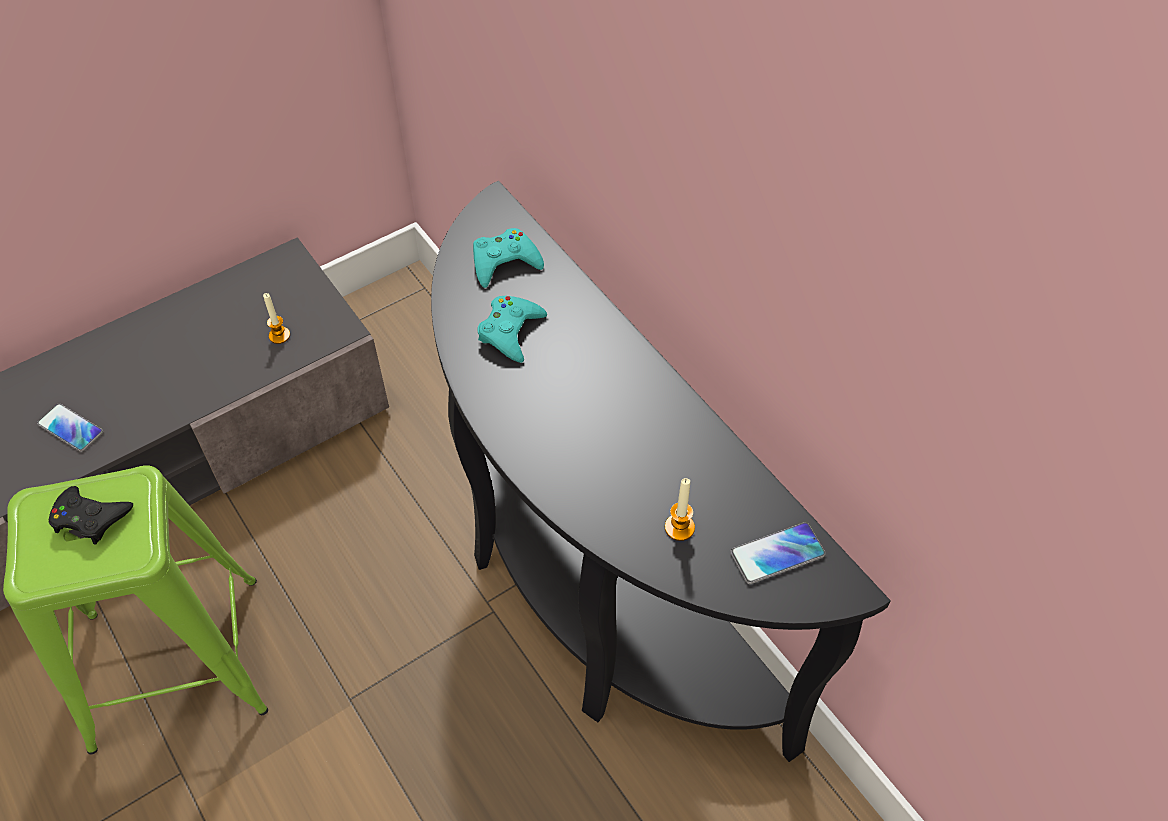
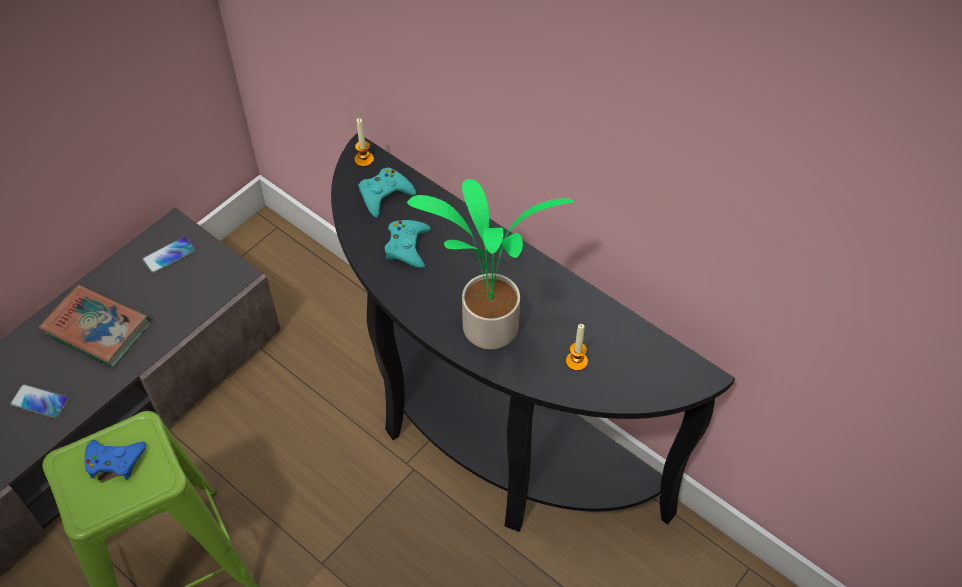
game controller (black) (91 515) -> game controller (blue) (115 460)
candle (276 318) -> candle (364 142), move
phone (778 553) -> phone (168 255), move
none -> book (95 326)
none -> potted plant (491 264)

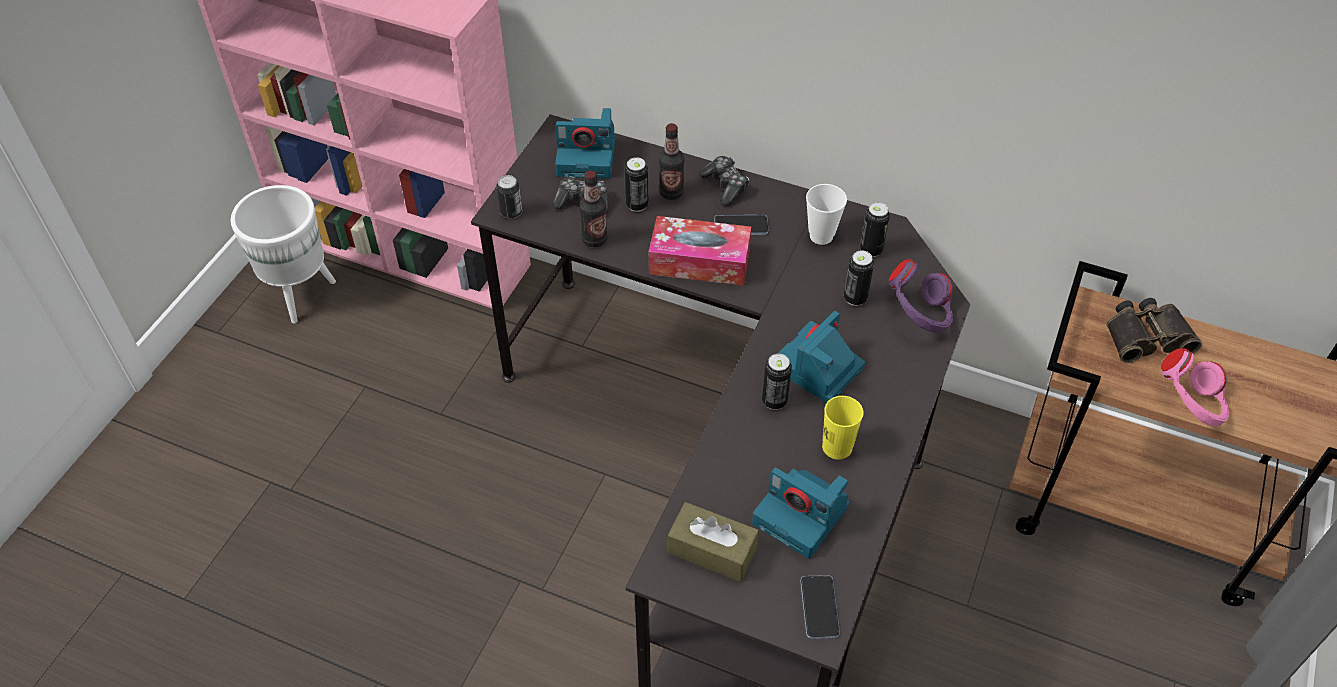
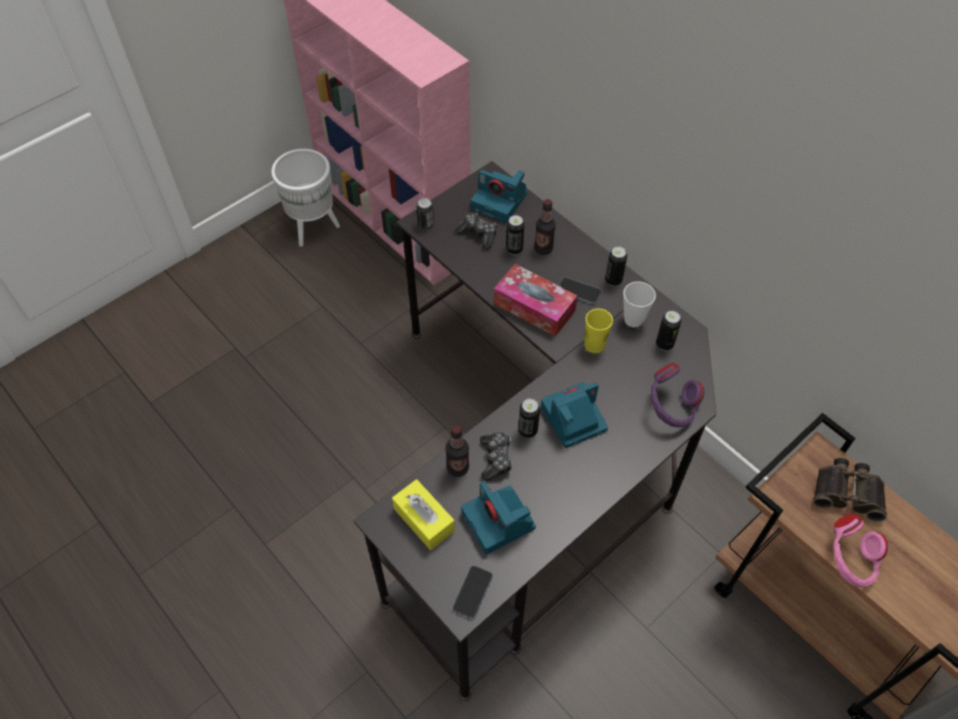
bottle (593 208) -> bottle (457 451), move
tissue box (brown) (713 542) -> tissue box (yellow) (423 514)
game controller (724 181) -> game controller (496 456), move
cup (yellow) (842 428) -> cup (yellow) (598 331), move
can (859 278) -> can (616 266), move

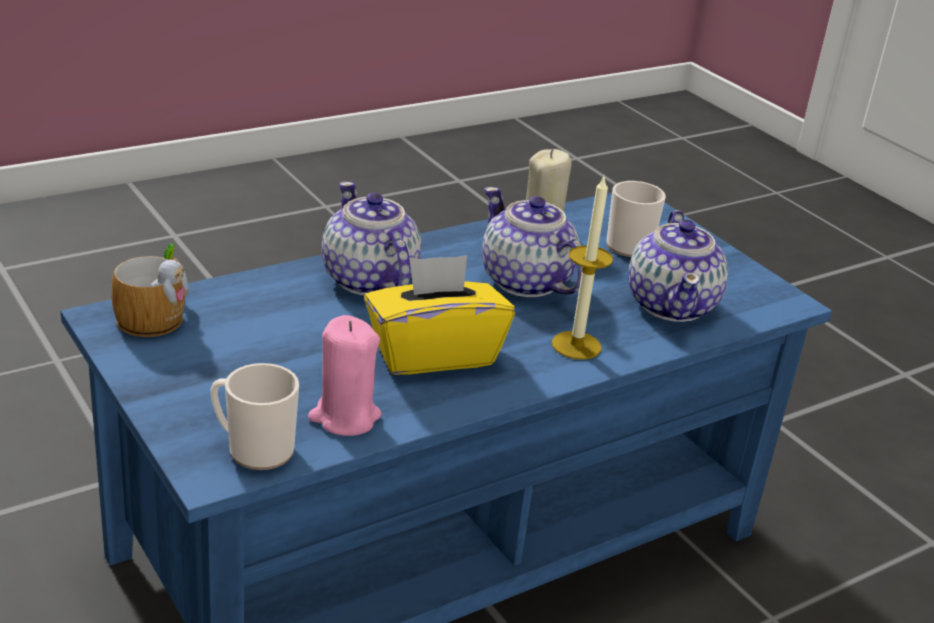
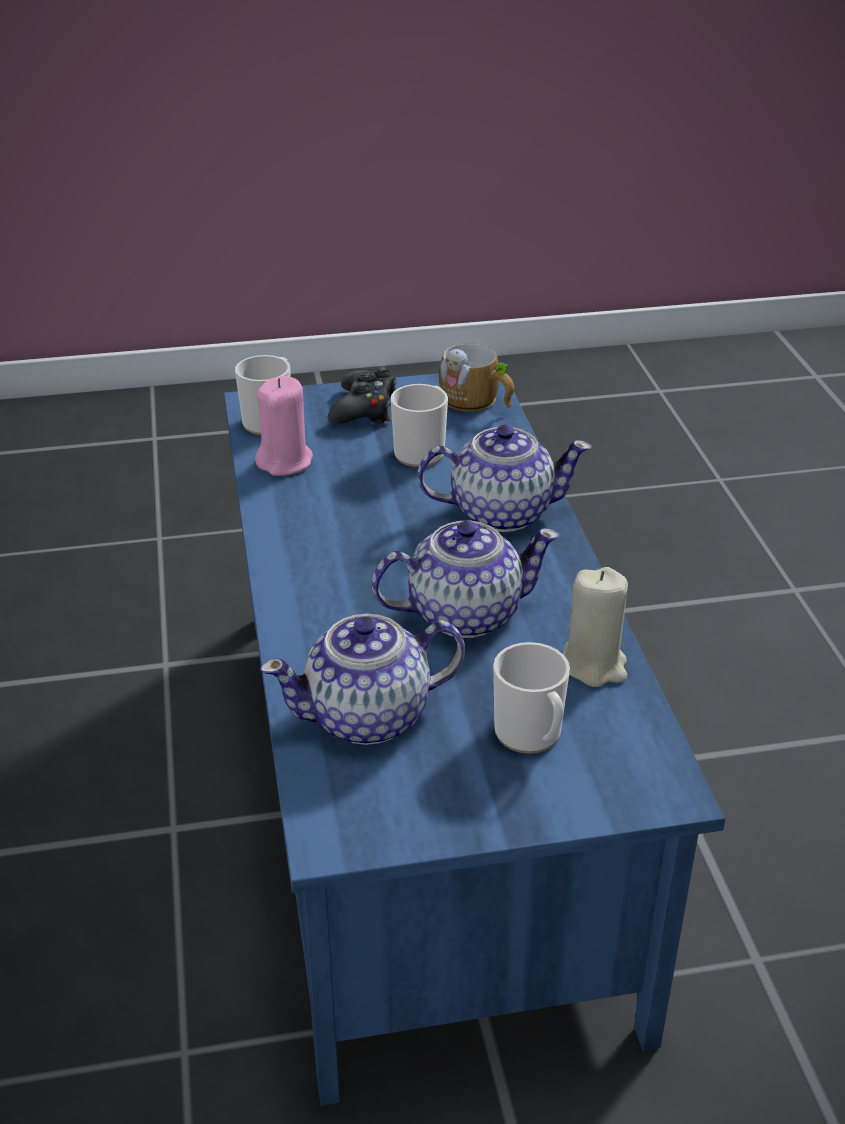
tissue box (yellow) (439 315) -> none
candle (582 268) -> none
teapot (678 266) -> teapot (362 679), 45 degrees counterclockwise
none -> game controller (black) (362 395)
none -> mug (419 425)

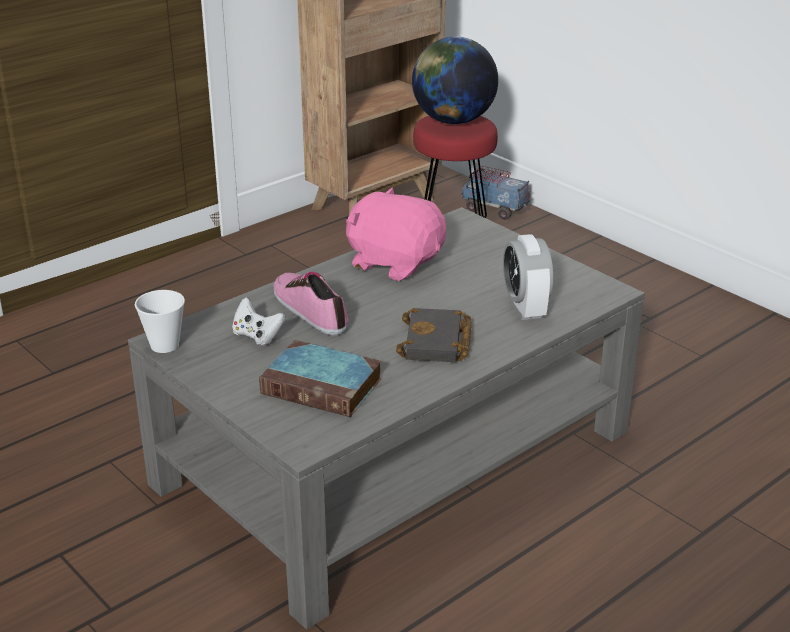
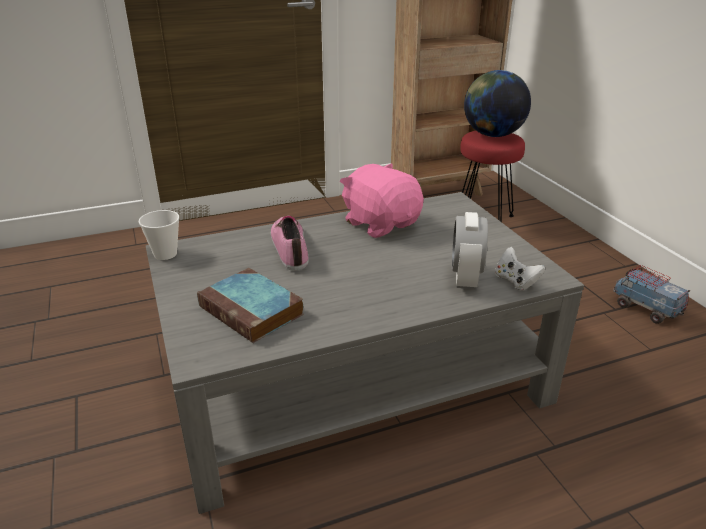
game controller (white) (259 321) -> game controller (white) (520 269), move
book (black) (434 335) -> none
toy truck (495 193) -> toy truck (651 294), move

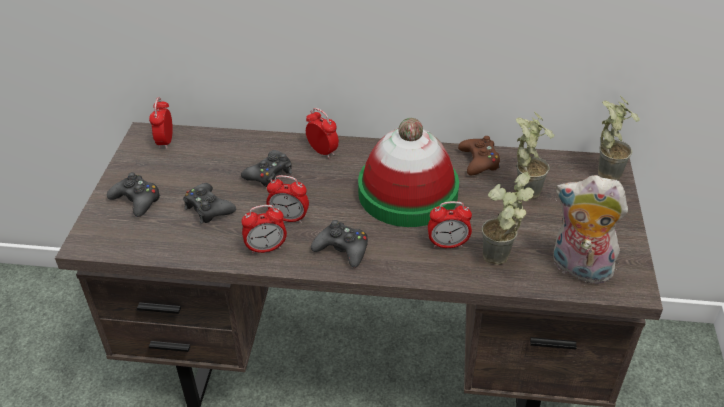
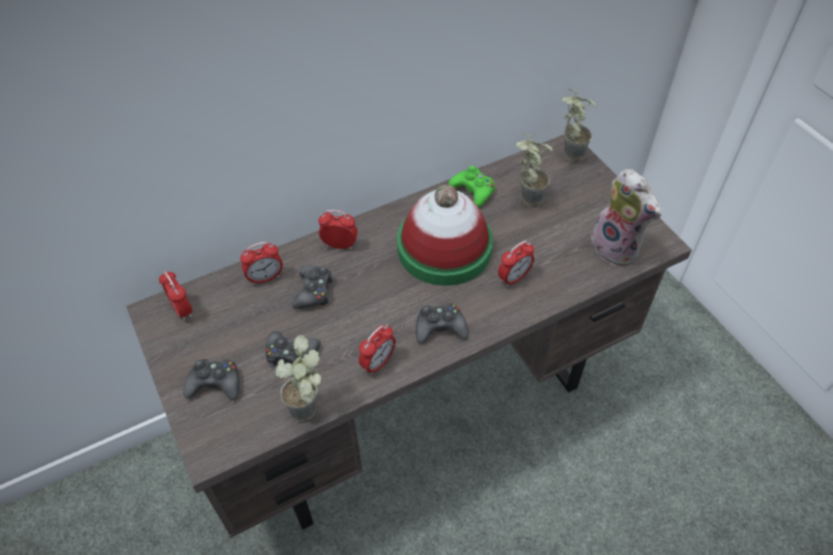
alarm clock (288 199) -> alarm clock (261 263), move
game controller (brown) (479 155) -> game controller (green) (471 186)
potted plant (508 218) -> potted plant (298 378), move
plush toy (590 229) -> plush toy (626 217), 120 degrees counterclockwise

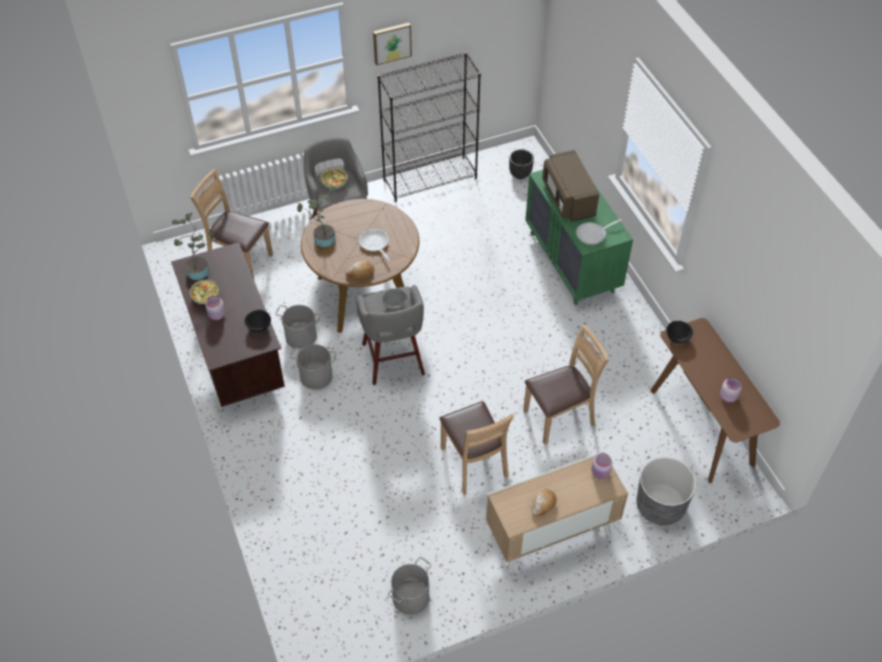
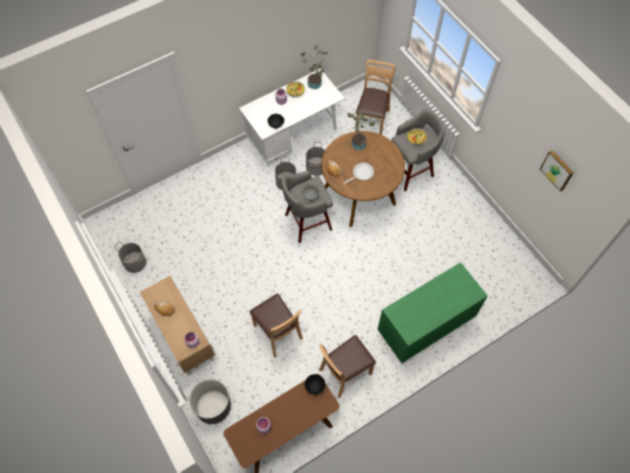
desk (brown) (228 324) -> desk (white) (292 116)
picture (392 44) -> picture (557 171), move
bookcase (black) (429 127) -> none
chair (brown) (476 447) -> chair (brown) (347 366), move
planter (black) (521 164) -> none
microwave (brown) (570 185) -> none
frying pan (599 232) -> none

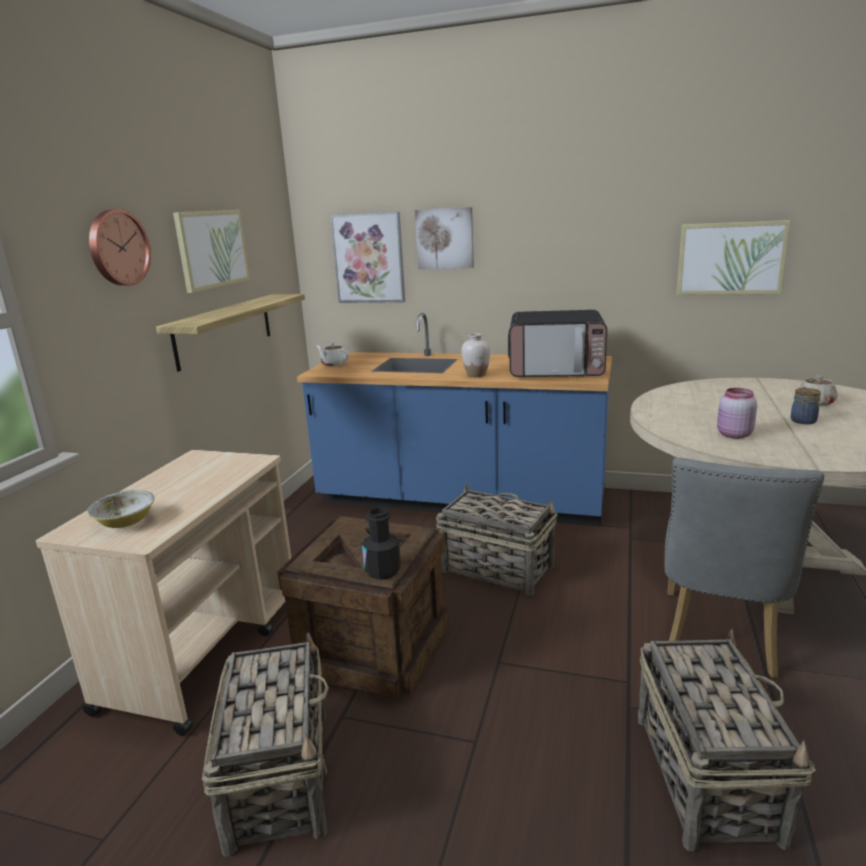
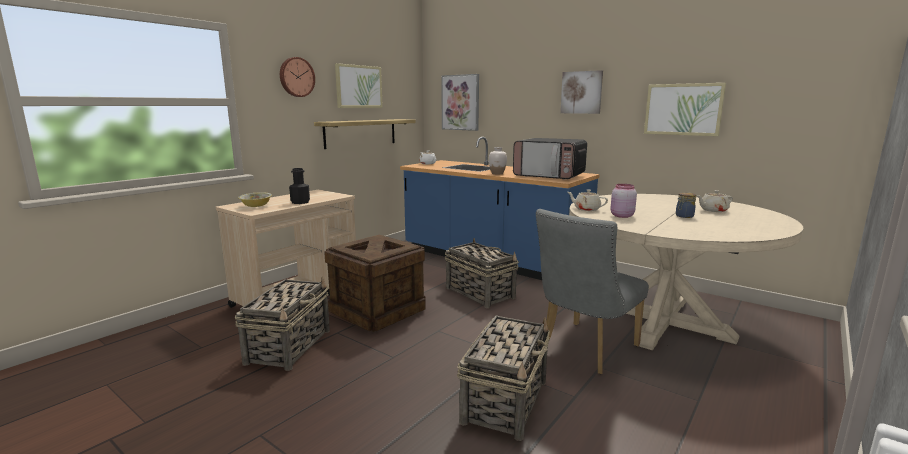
bottle (black) (381 543) -> bottle (black) (299 186), move
picture (444 238) -> picture (581 92), move
none -> teapot (beige) (588 200)

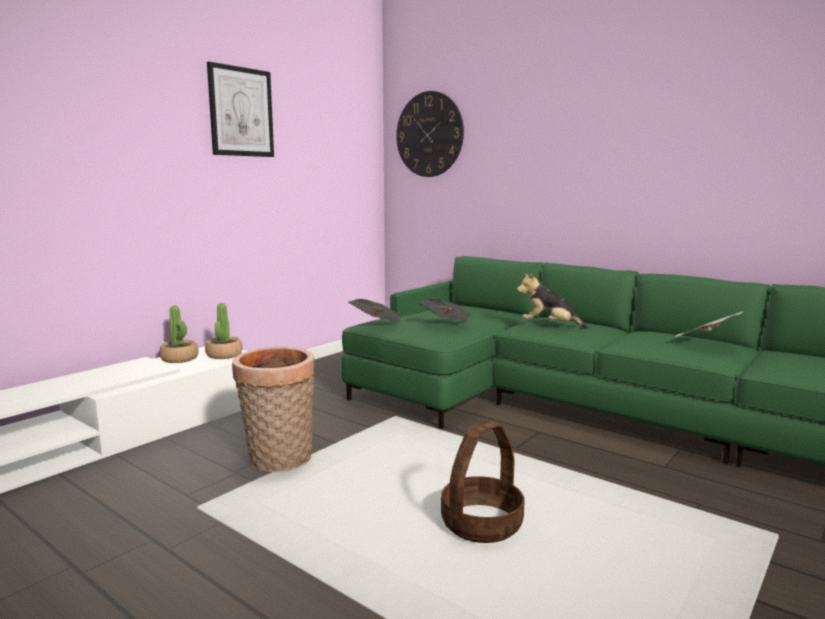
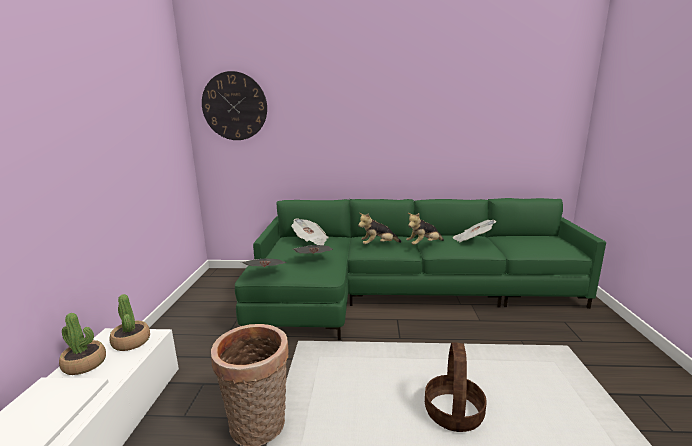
picture (240 109) -> none
none -> newspaper (309 231)
none -> plush toy (425 229)

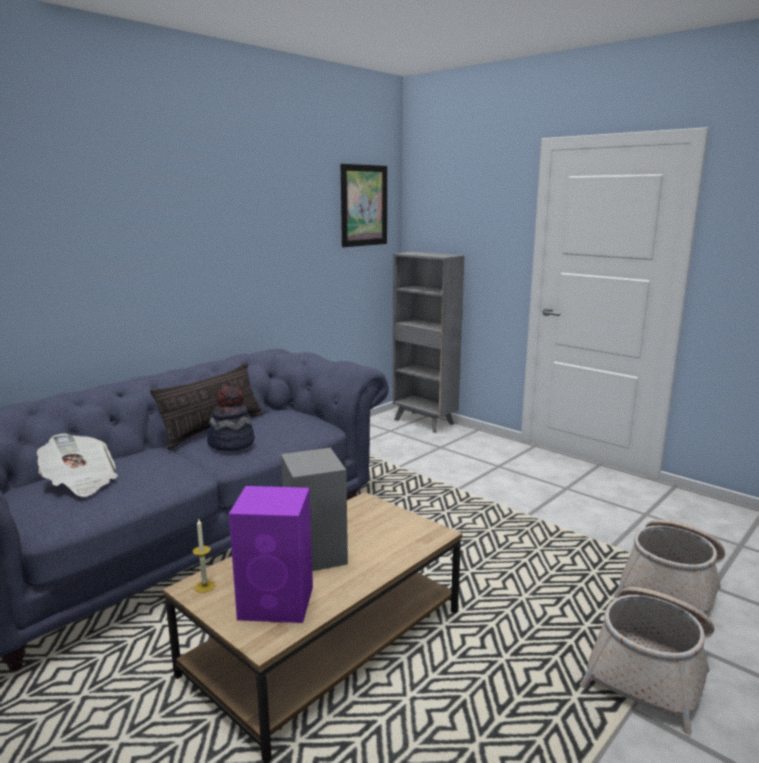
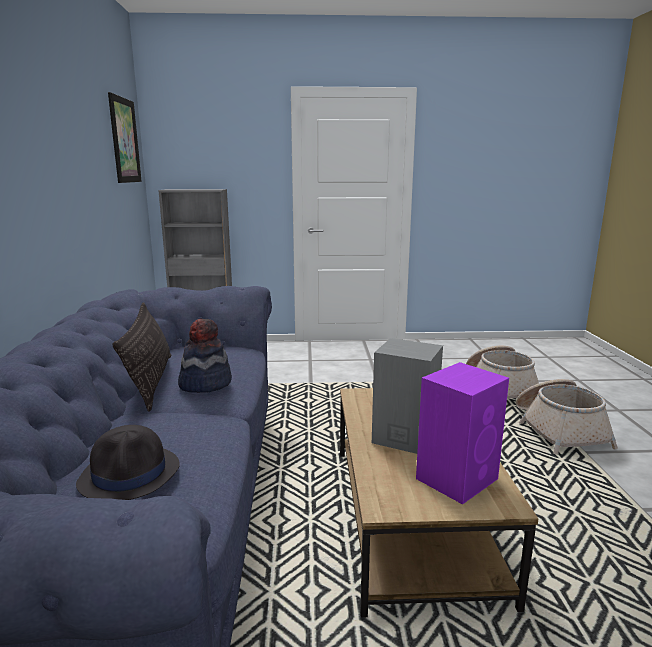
newspaper (77 465) -> hat (black) (128 462)
candle (203 556) -> none

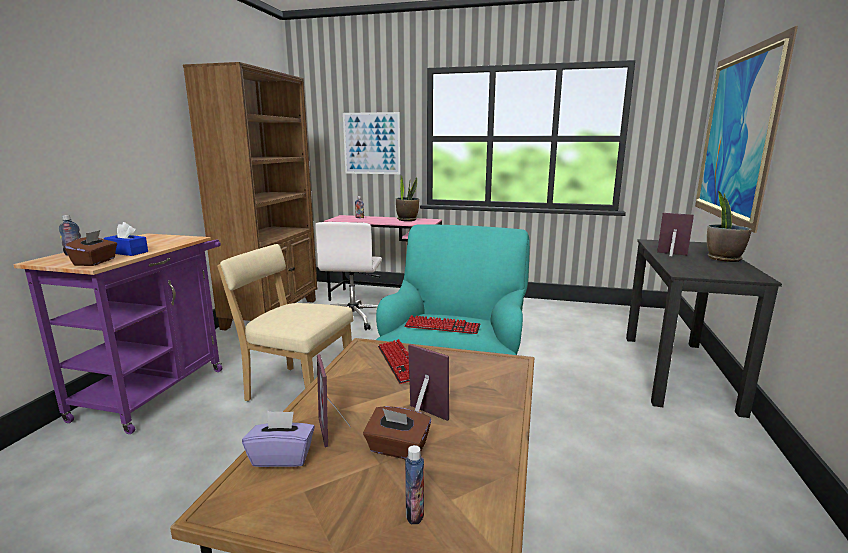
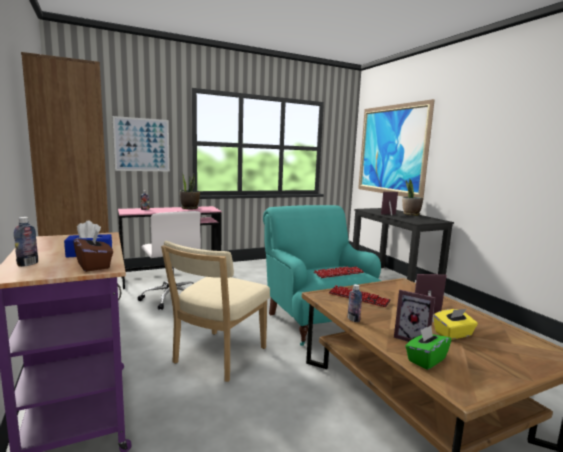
chair (beige) (285 322) -> chair (beige) (215 311), 45 degrees counterclockwise
tissue box (purple) (278 439) -> tissue box (green) (428 347)
tissue box (brown) (397 432) -> tissue box (yellow) (455 324)
bottle (414 484) -> bottle (355 303), move

